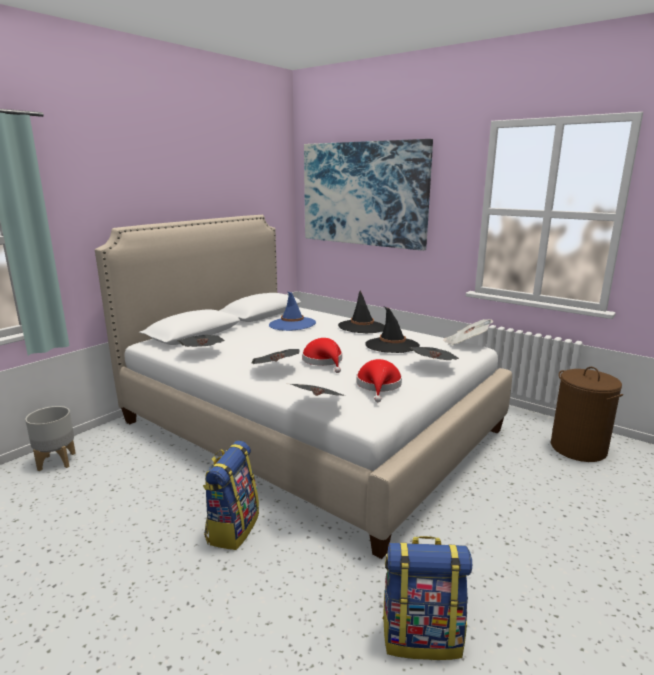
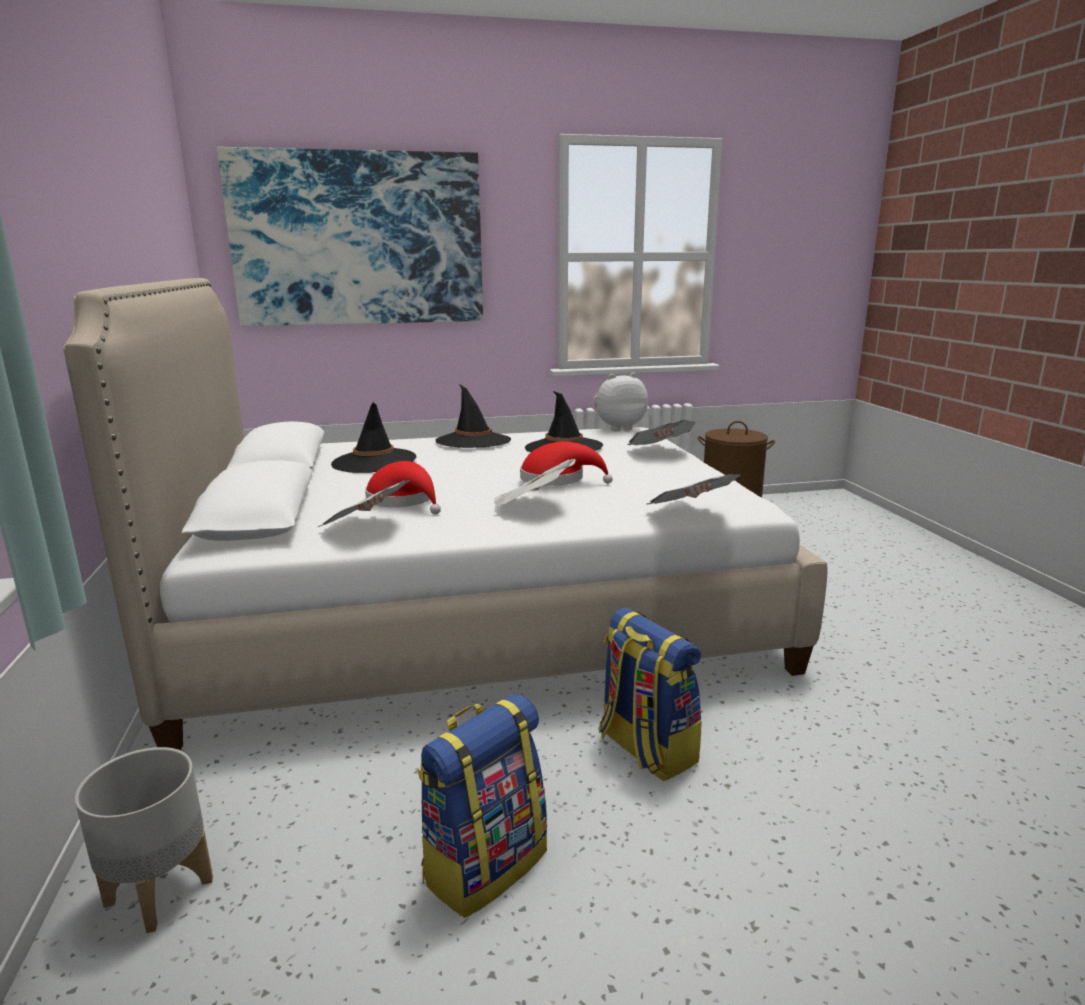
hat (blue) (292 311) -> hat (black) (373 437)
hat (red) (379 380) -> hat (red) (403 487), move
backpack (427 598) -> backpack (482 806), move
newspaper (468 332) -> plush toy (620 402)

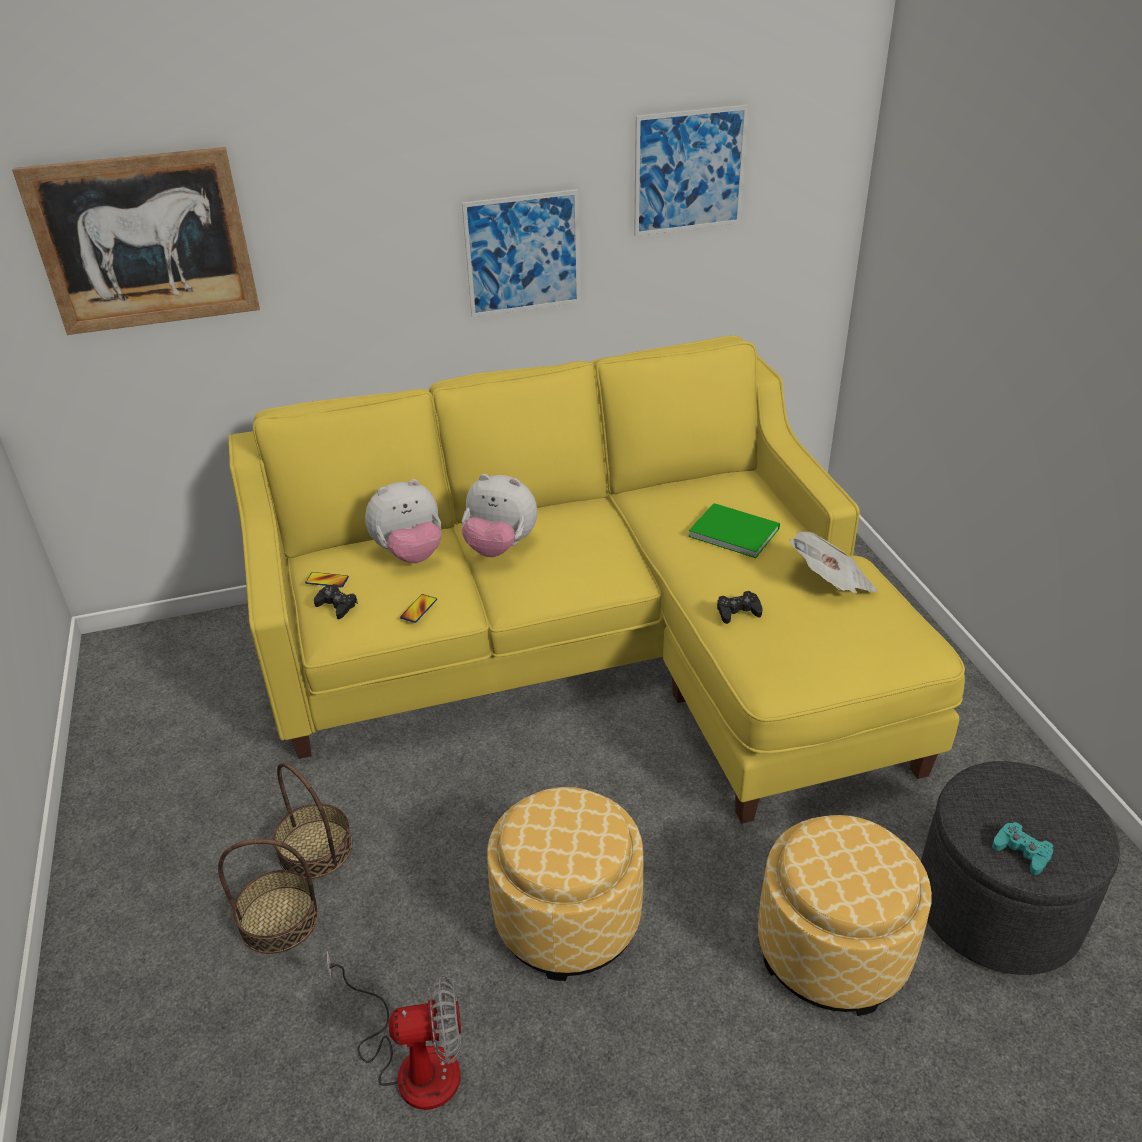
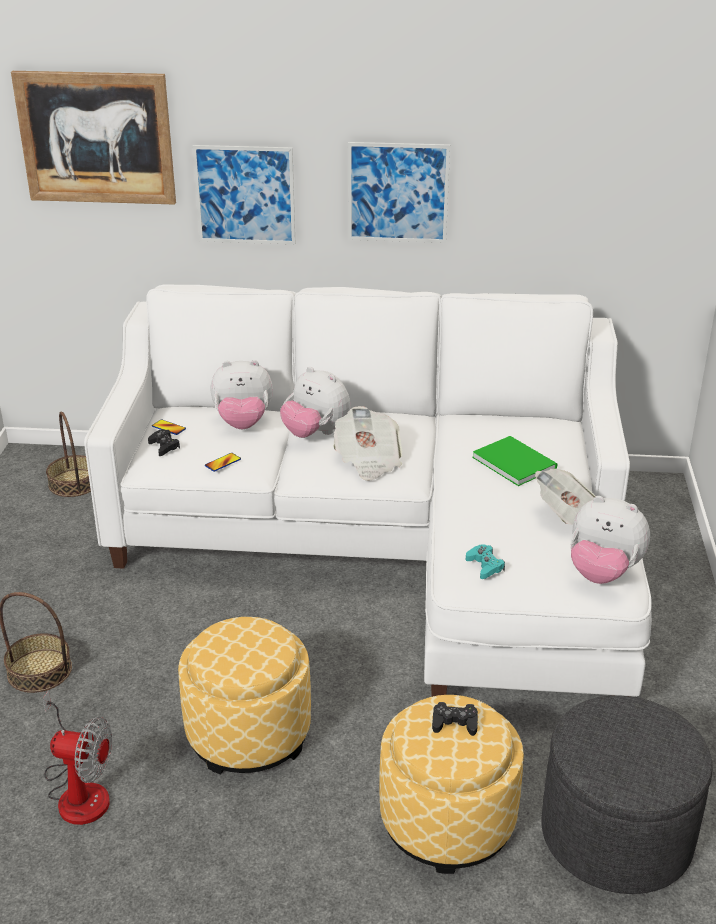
sofa (yellow) (596 579) -> sofa (white) (368 490)
basket (313 820) -> basket (68 454), move
picture (691 170) -> picture (243 194), move
game controller (black) (739 607) -> game controller (black) (455 719), move
game controller (turquoise) (1022 848) -> game controller (turquoise) (485 561), move
none -> newspaper (367 443)
none -> plush toy (610 540)

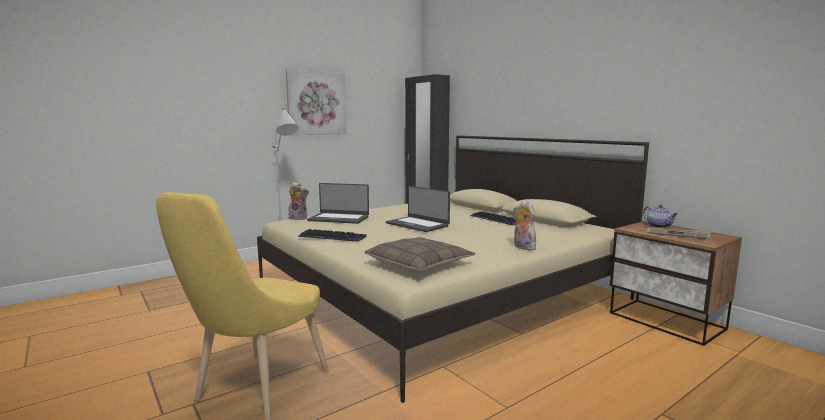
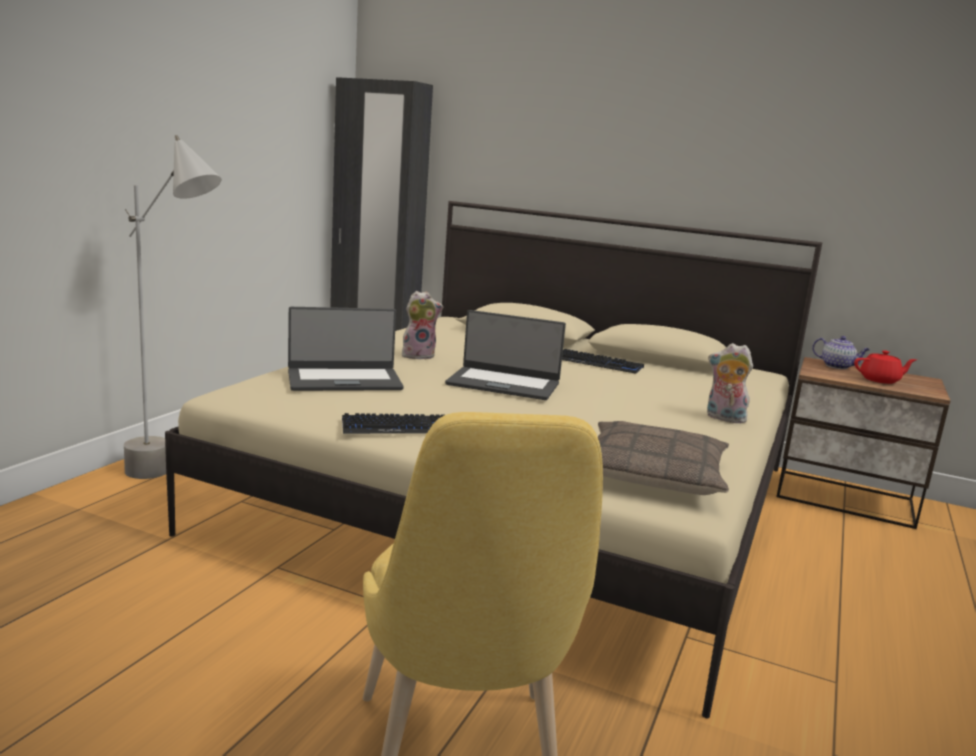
picture (316 102) -> none
plush toy (298 201) -> plush toy (422 325), move
newspaper (679 233) -> teapot (red) (885 367)

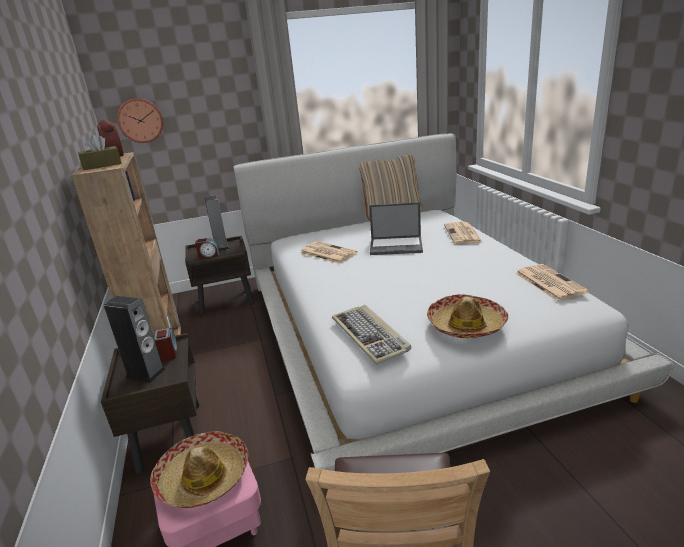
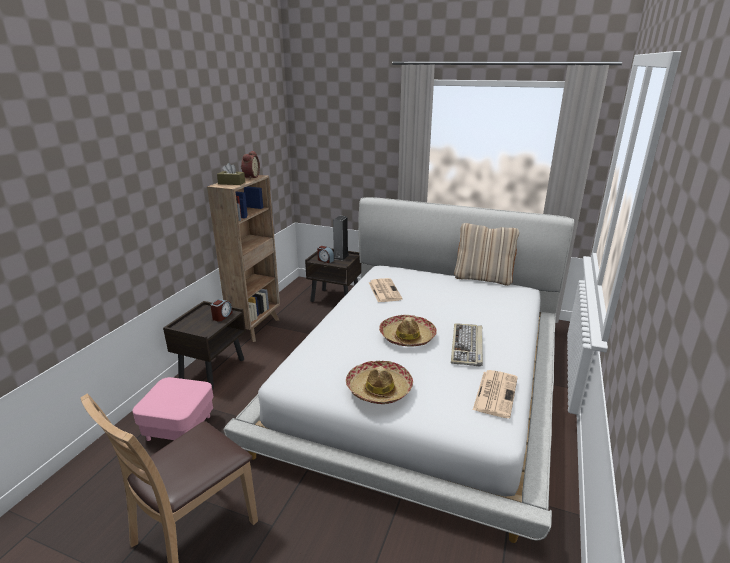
speaker (135 339) -> none
wall clock (140 120) -> none
hat (199 469) -> hat (408 331), move
keyboard (371 334) -> keyboard (467 345), move
laptop (396 228) -> none
newspaper (463 233) -> none

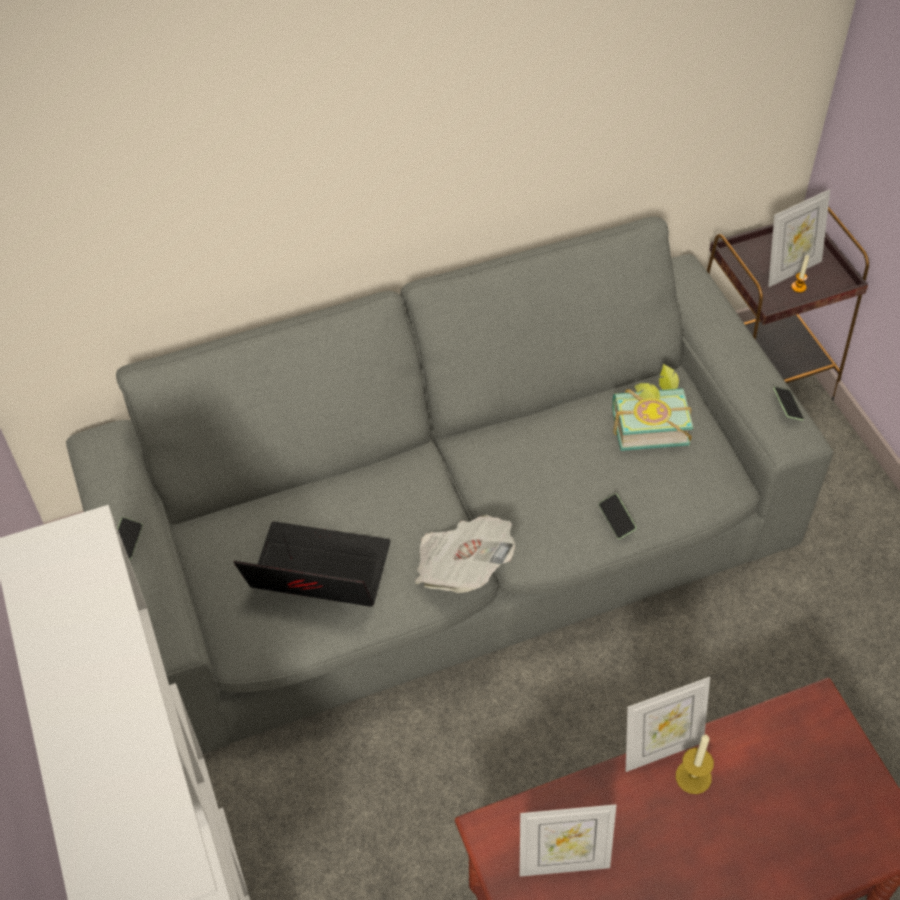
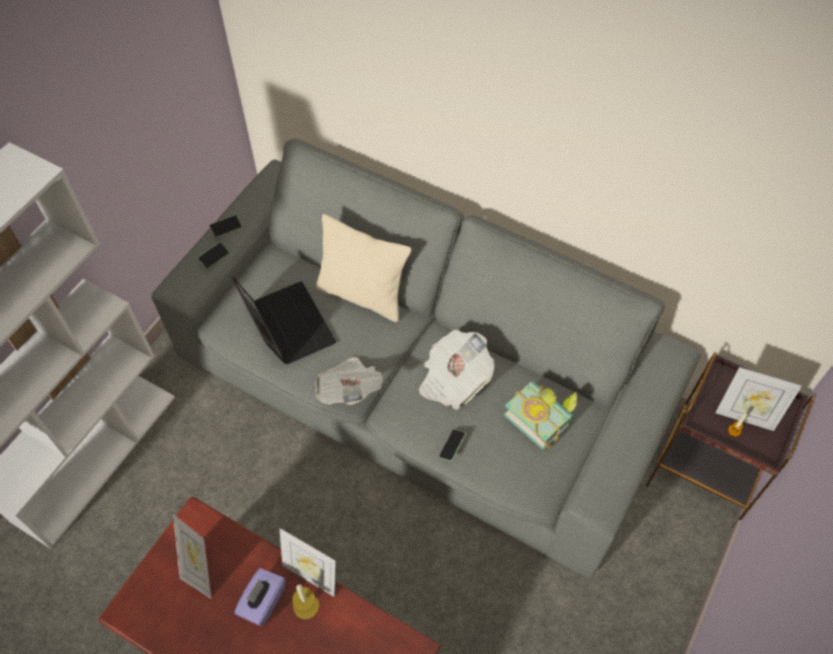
picture frame (567 840) -> picture frame (192 557), 150 degrees counterclockwise
phone (788 403) -> phone (213 255), move
none -> tissue box (purple) (260 597)
none -> pillow (beige) (363 268)
none -> newspaper (457 370)

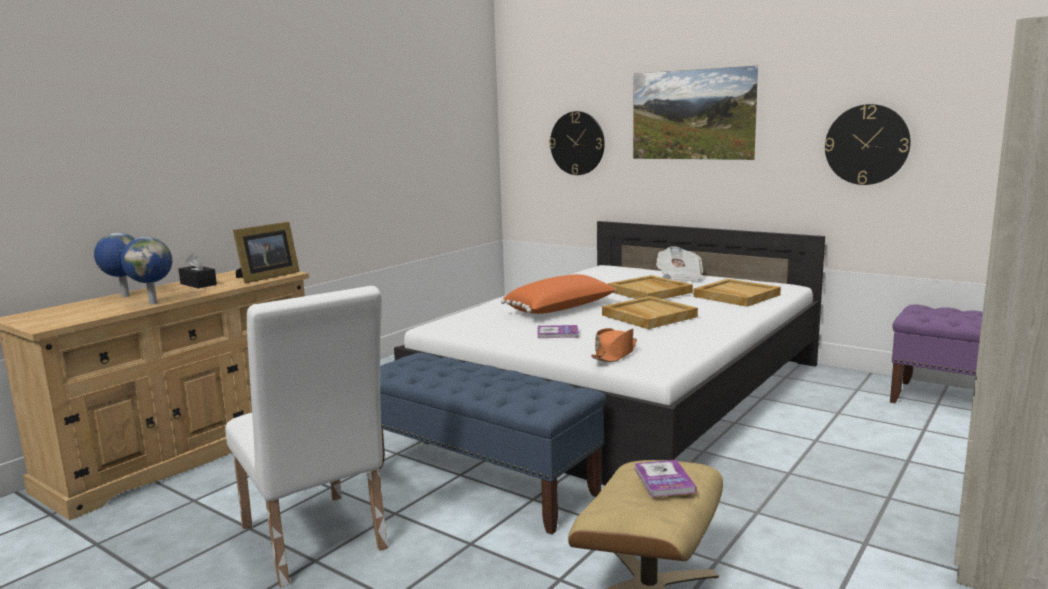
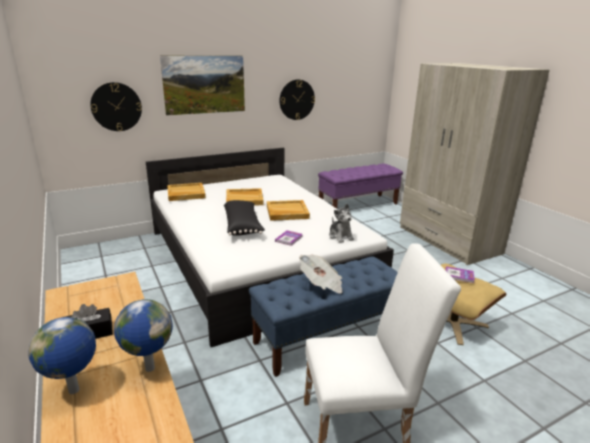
picture frame (266 252) -> none
pillow (orange) (559 294) -> pillow (black) (244 218)
hat (orange) (614 345) -> plush toy (341 223)
newspaper (679 265) -> newspaper (320 274), move
tray (beige) (737 293) -> tray (beige) (186 192), move

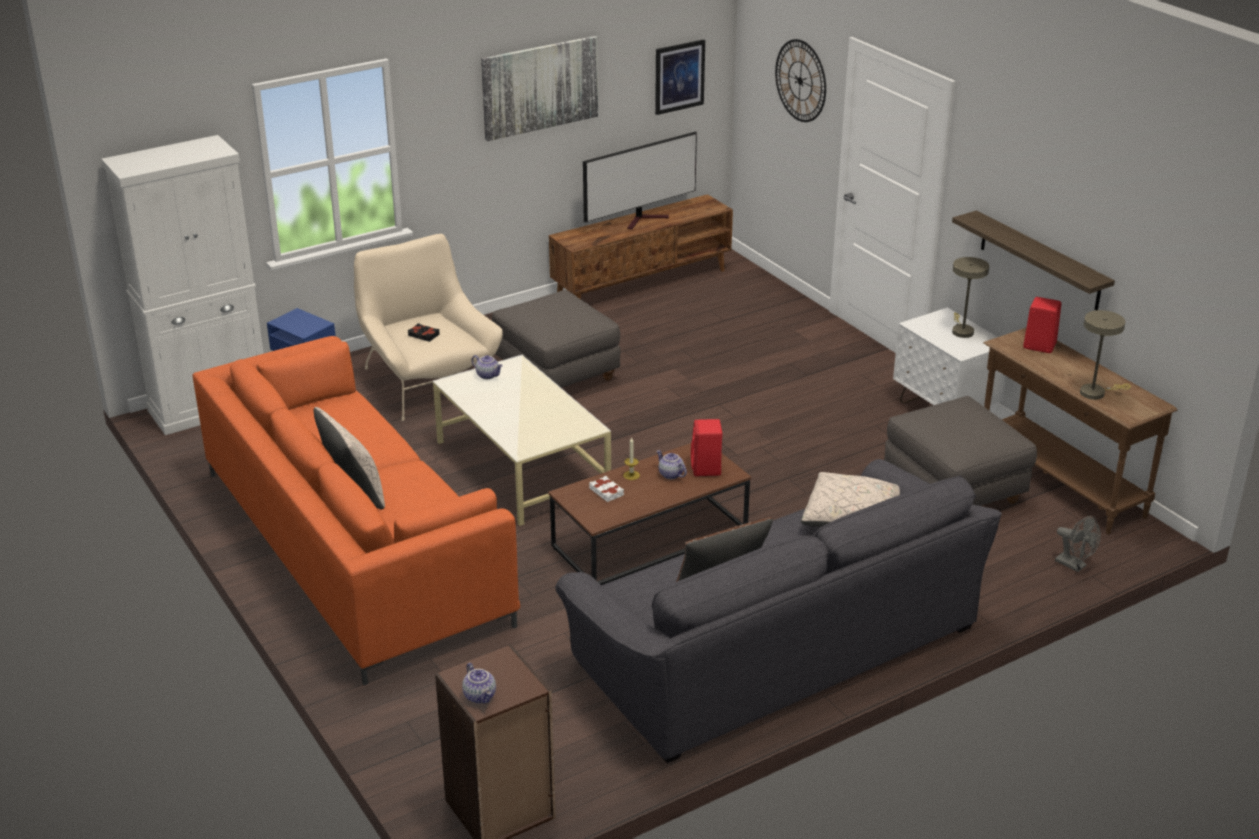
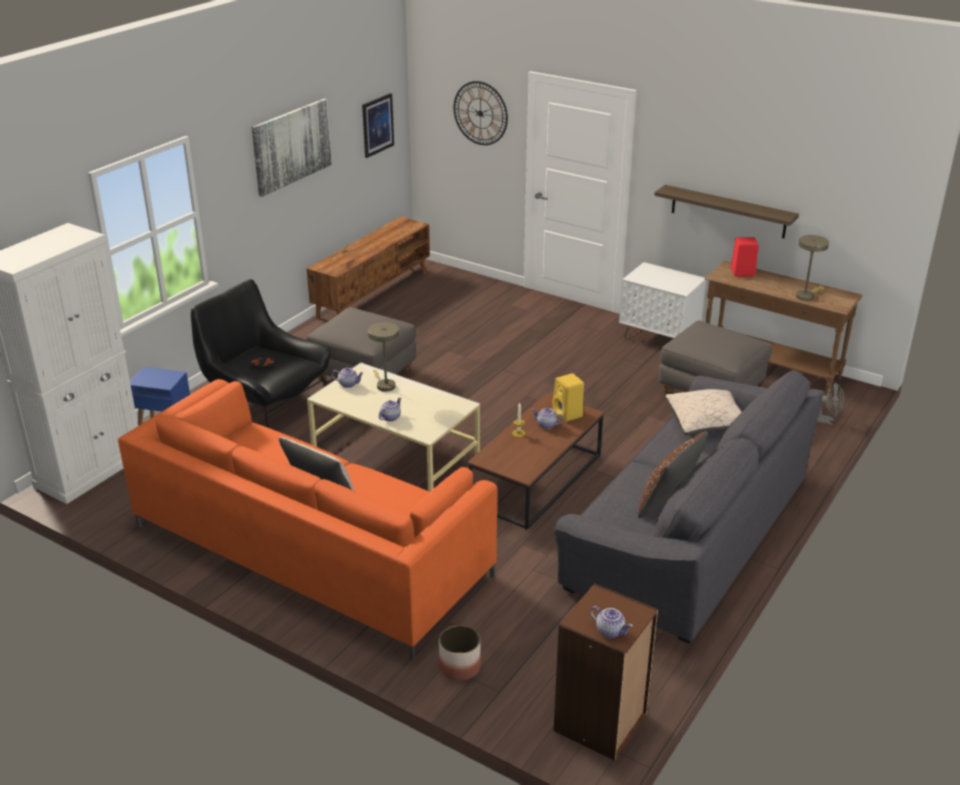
armchair (beige) (428 327) -> armchair (black) (260 353)
television (640 180) -> none
book (white) (606 489) -> none
speaker (red) (706 447) -> speaker (yellow) (568 397)
table lamp (beige) (970 297) -> table lamp (beige) (383 357), move
none -> teapot (390 409)
none -> planter (460 653)

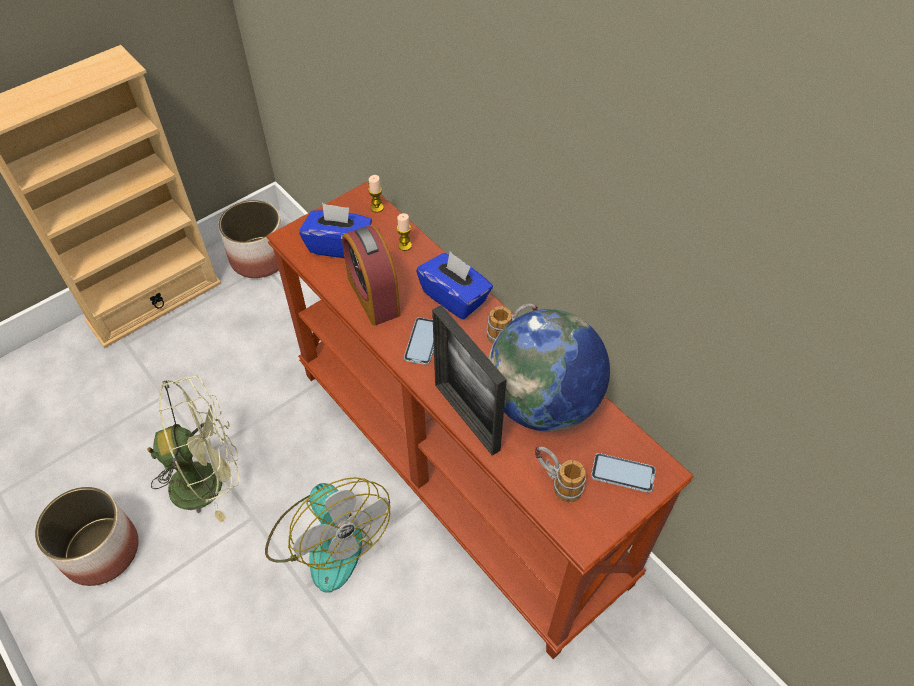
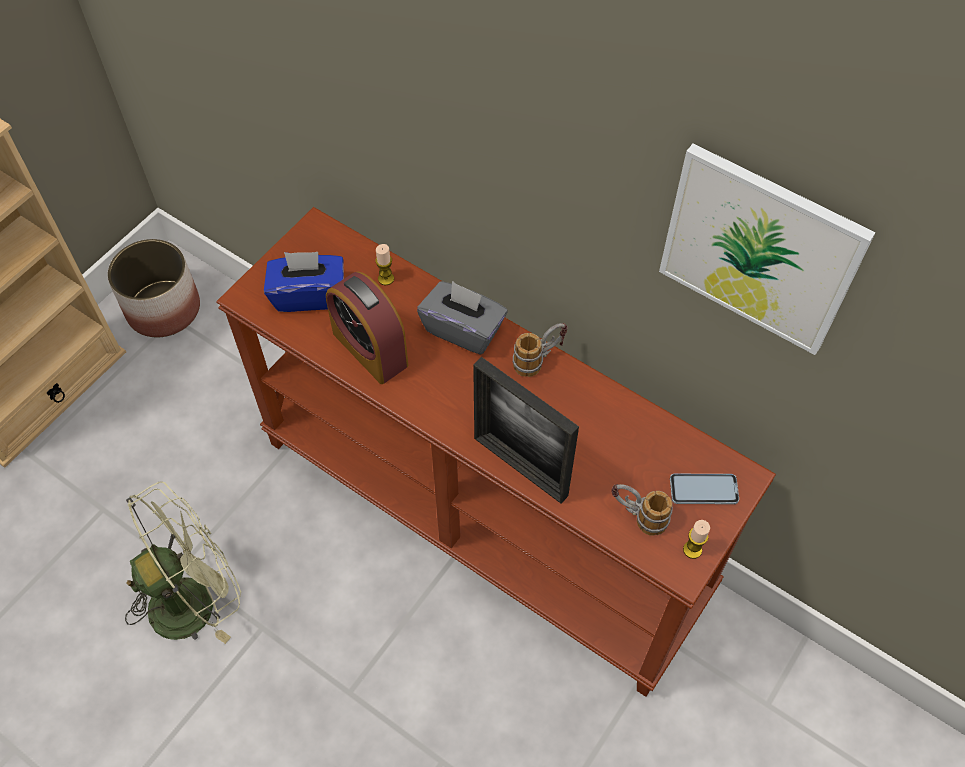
planter (86 536) -> none
fan (327 535) -> none
candle (376 194) -> candle (696 539), move
phone (419 341) -> none
tissue box (blue) (454 285) -> tissue box (grey) (462 318)
globe (549 370) -> none
none -> picture (767 249)

